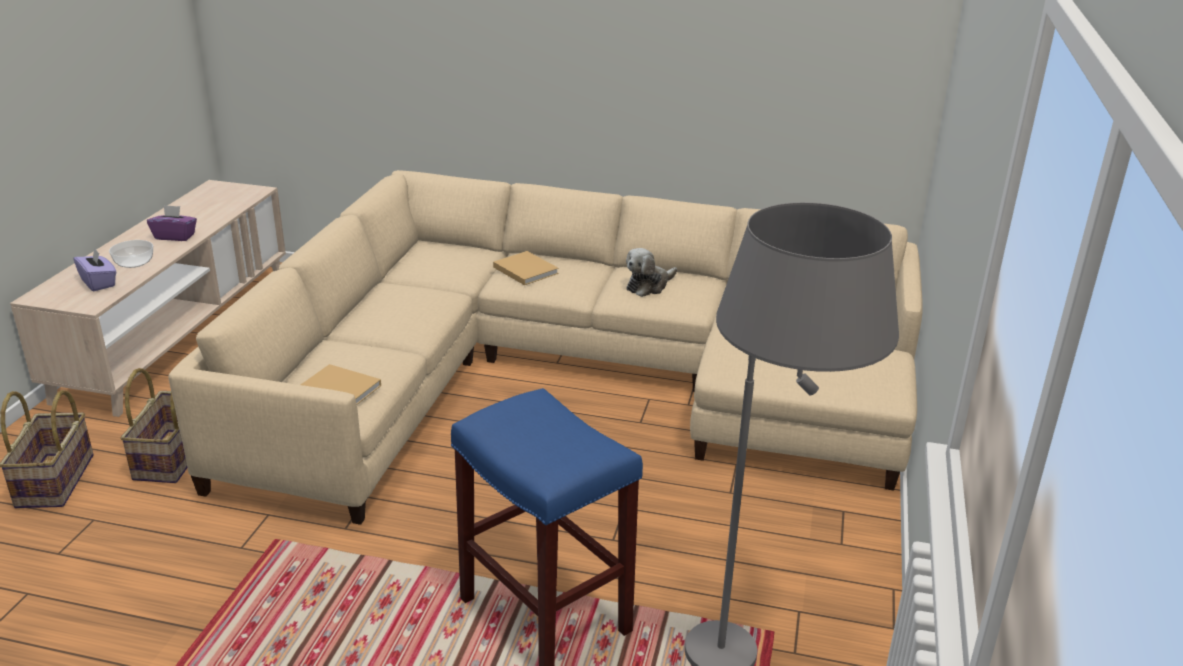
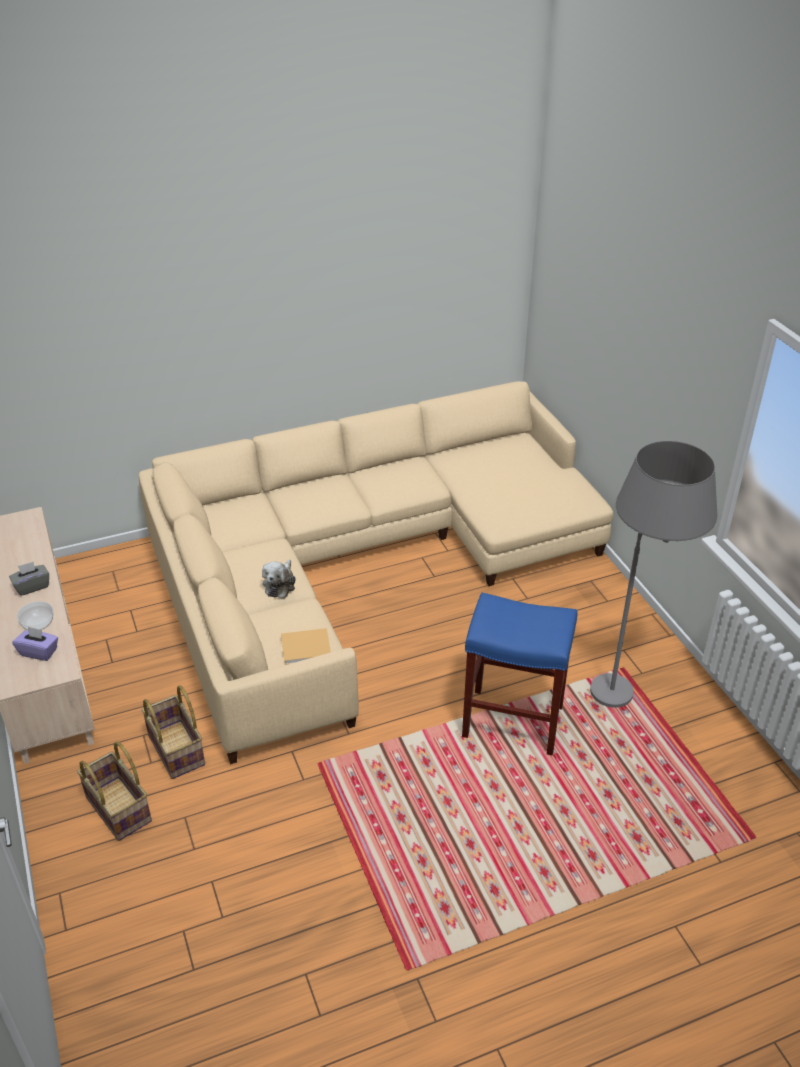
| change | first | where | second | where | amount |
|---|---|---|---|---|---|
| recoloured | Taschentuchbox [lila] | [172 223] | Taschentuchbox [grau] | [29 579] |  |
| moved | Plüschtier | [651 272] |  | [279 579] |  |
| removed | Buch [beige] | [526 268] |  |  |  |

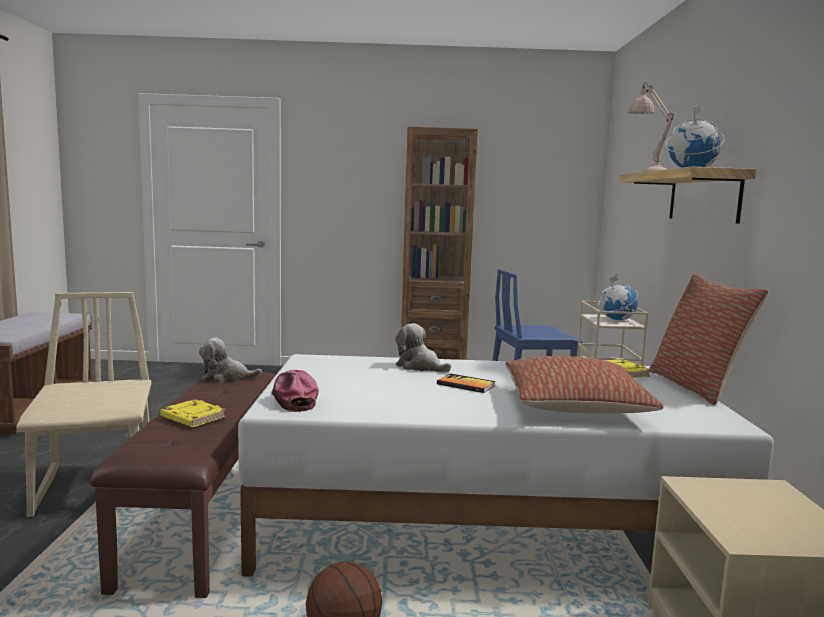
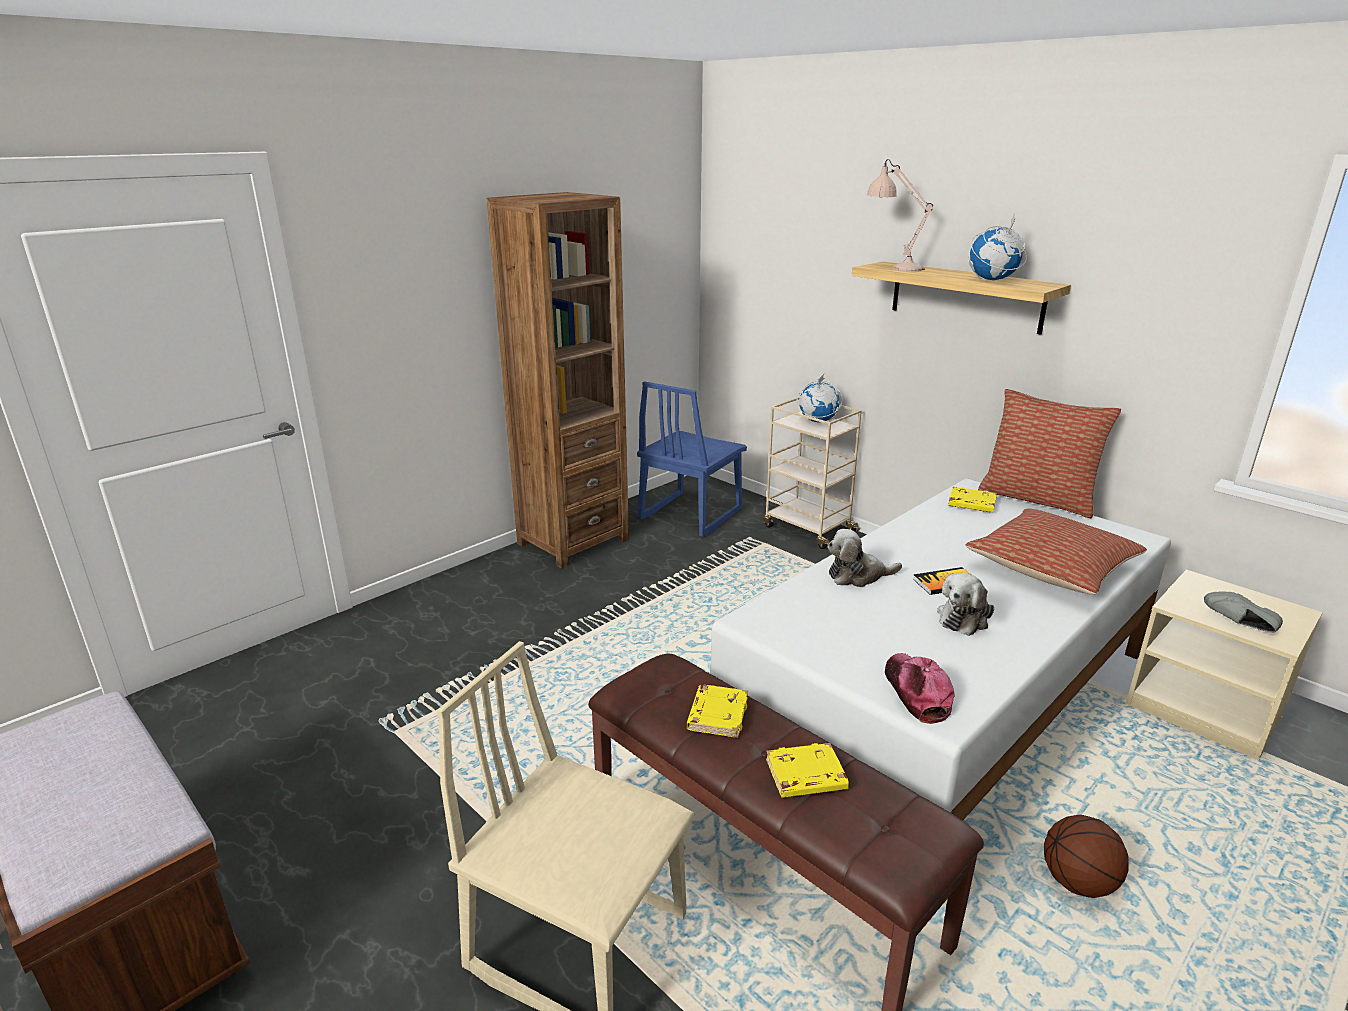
| change | first | where | second | where | amount |
|---|---|---|---|---|---|
| added |  |  | Buch [gelb] | [717 711] |  |
| turned | Kappe | [295 391] |  | [919 688] | 60 degrees clockwise |
| moved | Plüschtier | [230 360] |  | [965 604] |  |
| added |  |  | Schuh [grau] | [1243 612] |  |

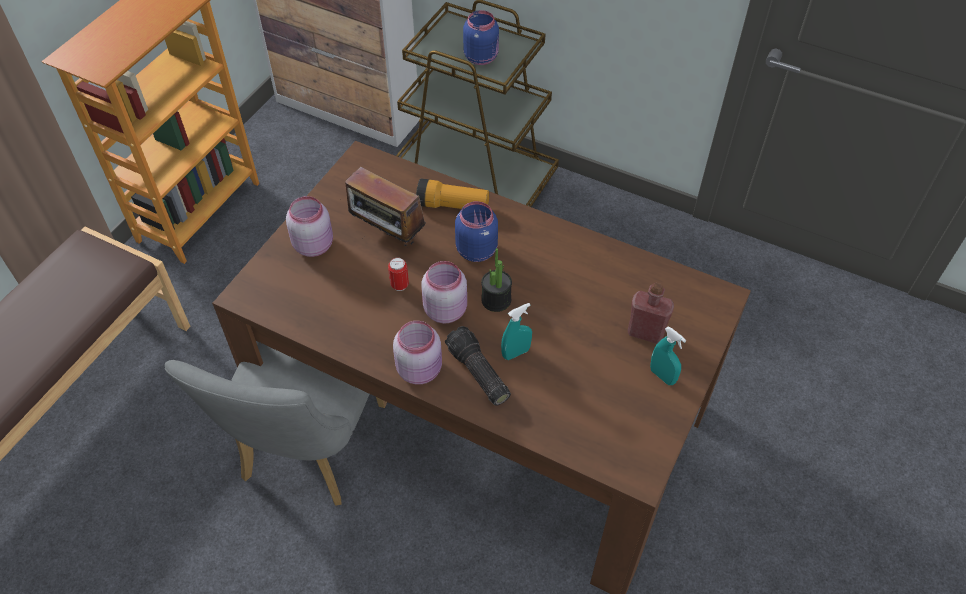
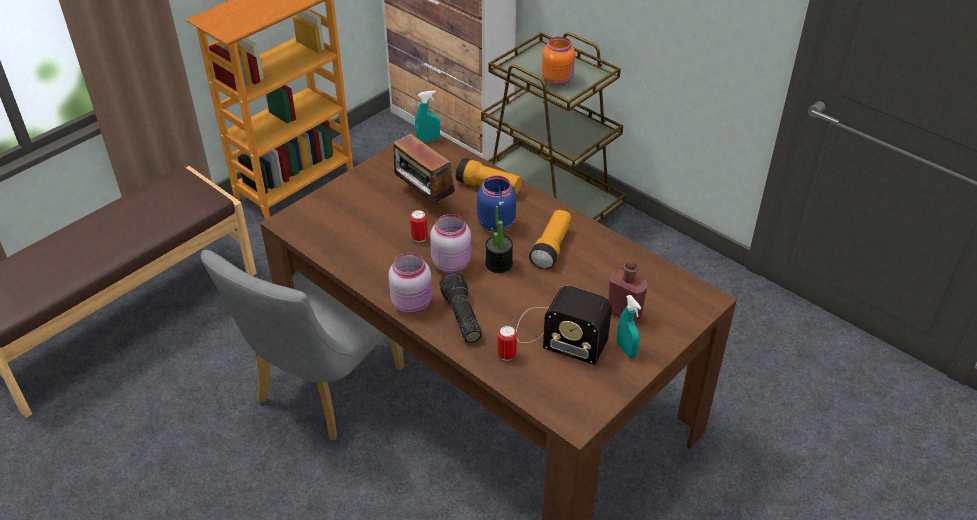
| change | first | where | second | where | amount |
|---|---|---|---|---|---|
| moved | Sprühflasche [türkis] | [516 331] |  | [427 116] |  |
| added |  |  | Dose | [507 343] |  |
| added |  |  | Radio | [564 325] |  |
| added |  |  | Taschenlampe | [550 240] |  |
| recoloured | Vorratsglas [blau] | [481 37] | Vorratsglas [orange] | [558 61] |  |
| removed | Vorratsglas [rosa] | [309 226] |  |  |  |

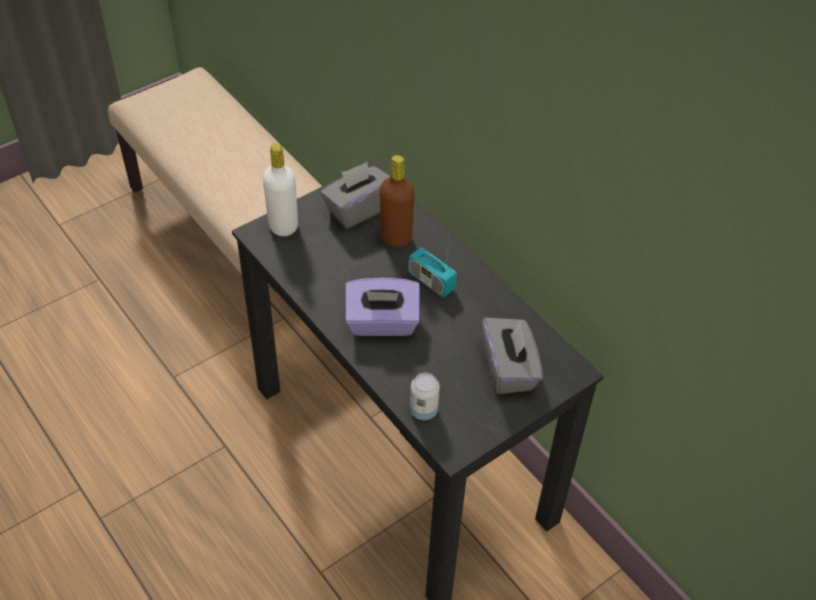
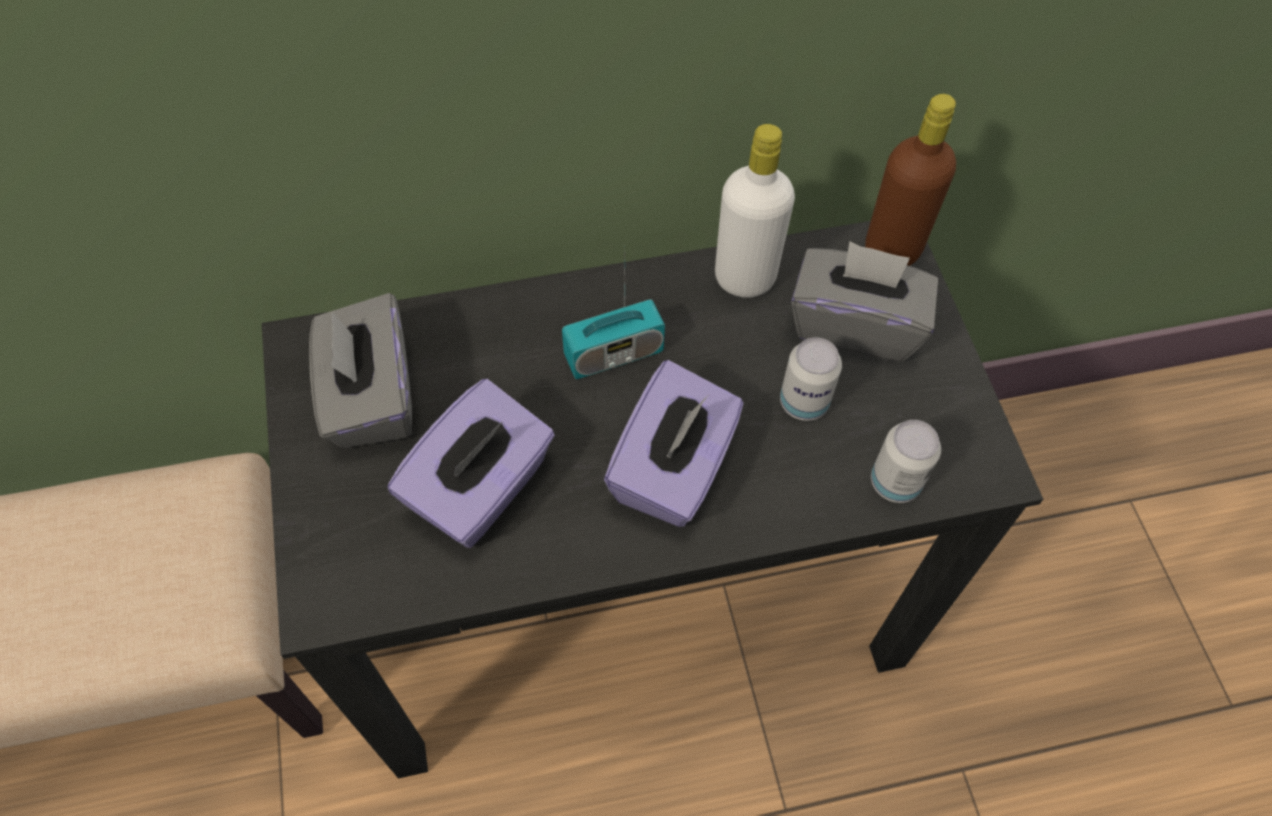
| change | first | where | second | where | amount |
|---|---|---|---|---|---|
| added |  |  | Taschentuchbox [lila] | [471 463] |  |
| moved | Flasche [weiß] | [280 189] |  | [755 211] |  |
| added |  |  | Dose | [811 379] |  |
| moved | Flasche [braun] | [397 201] |  | [910 180] |  |

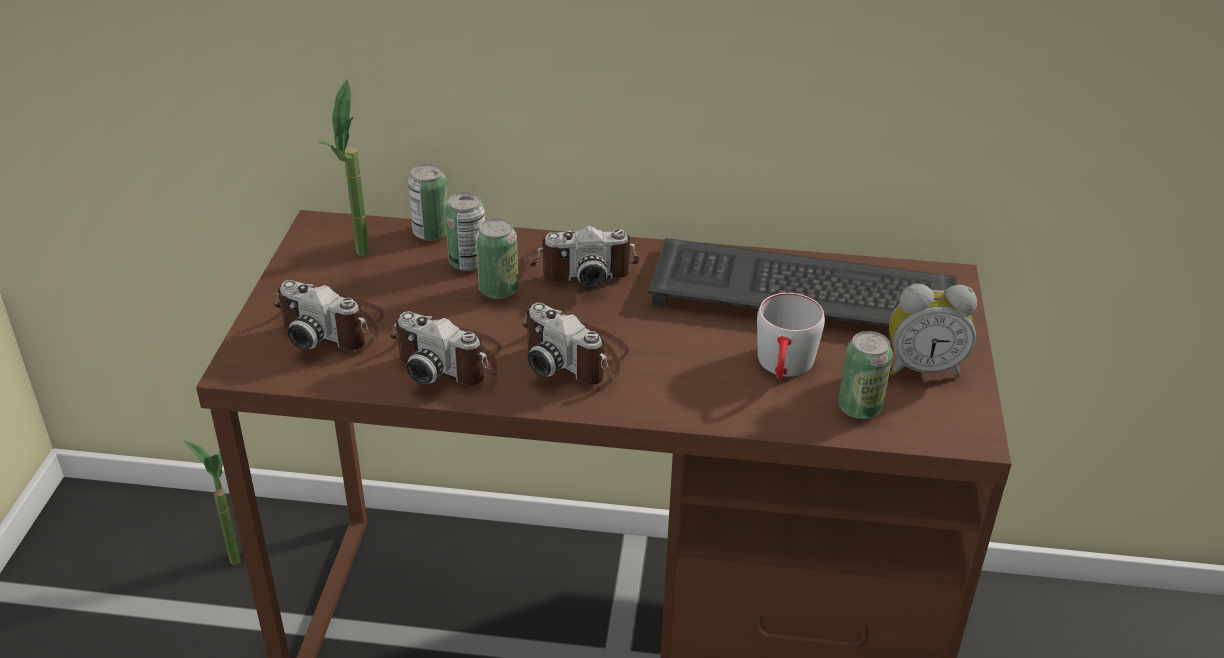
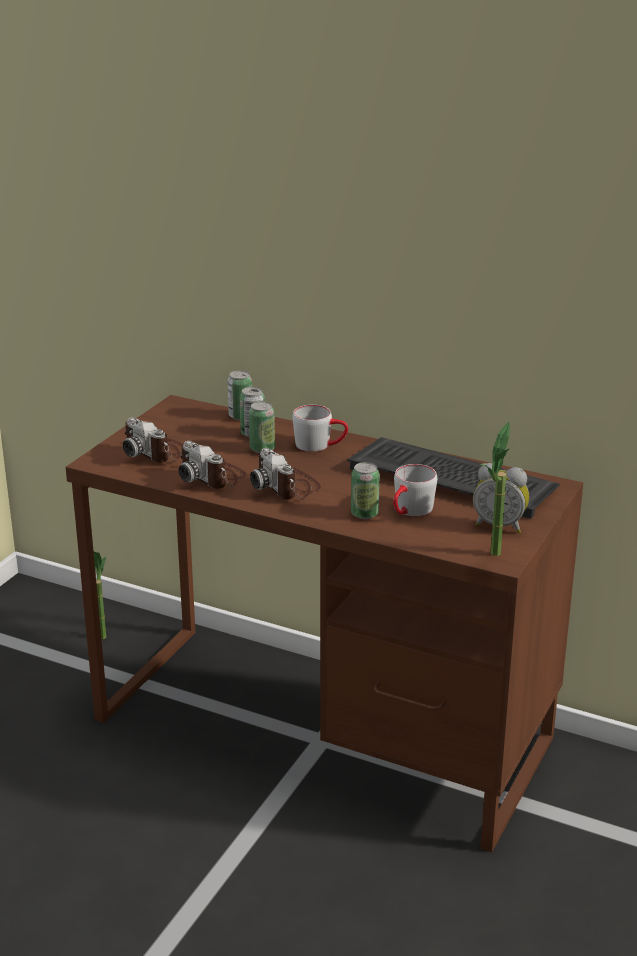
| change | first | where | second | where | amount |
|---|---|---|---|---|---|
| replaced | Kamera | [581 257] | Henkelbecher [grau] | [320 428] |  |
| moved | Dose | [865 375] |  | [365 490] |  |
| moved | Topfpflanze | [344 167] |  | [495 489] |  |

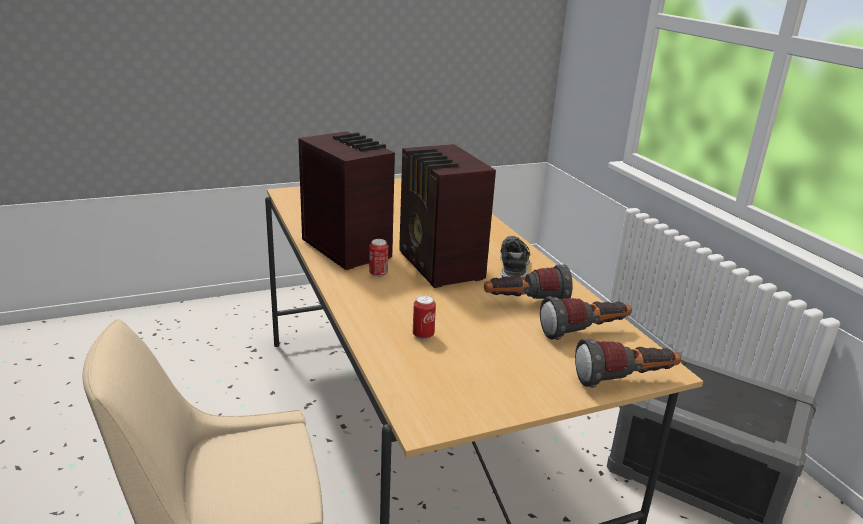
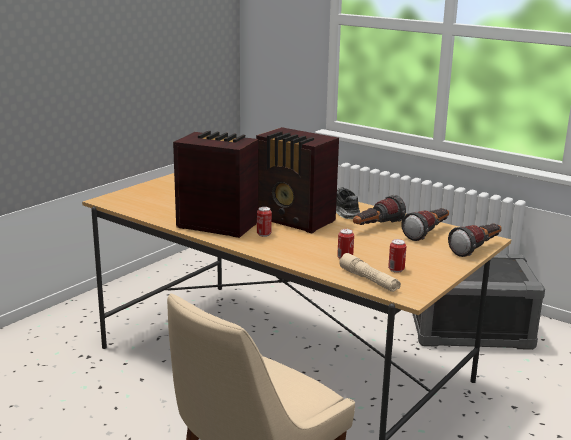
| change | first | where | second | where | amount |
|---|---|---|---|---|---|
| added |  |  | Taschenlampe [beige] | [370 272] |  |
| added |  |  | Dose | [397 256] |  |

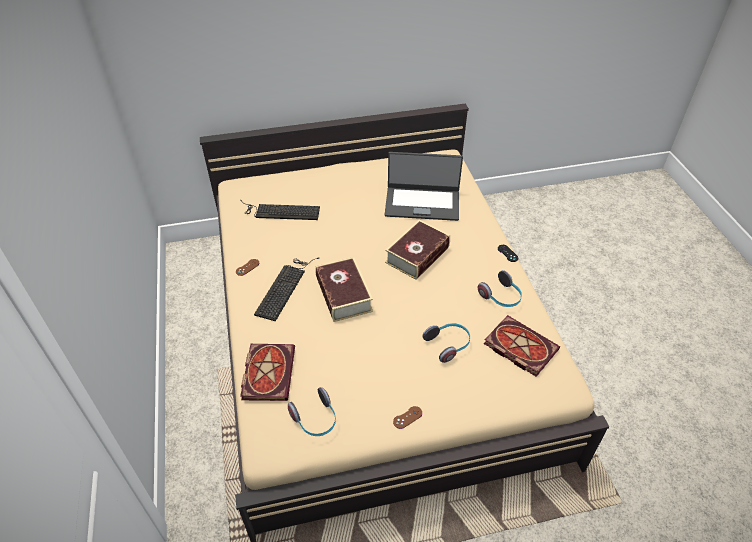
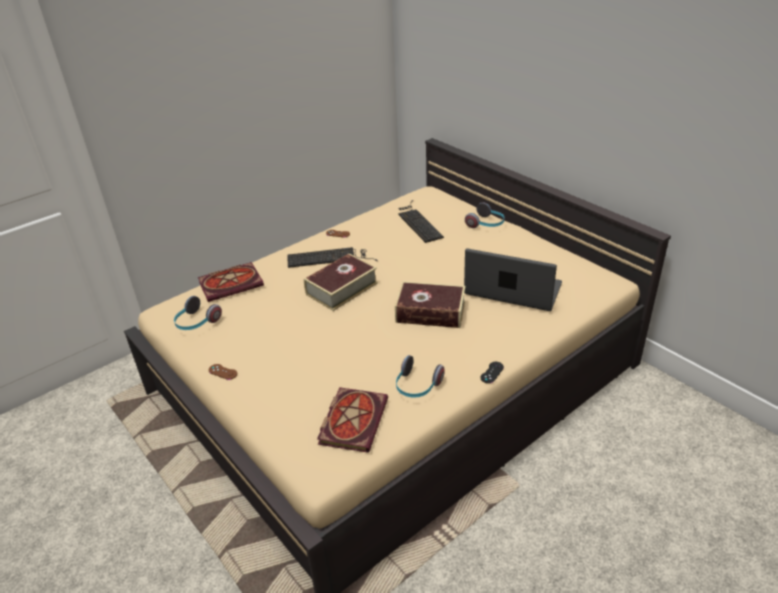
| change | first | where | second | where | amount |
|---|---|---|---|---|---|
| turned | Laptop | [424 186] |  | [513 279] | 135 degrees clockwise |
| moved | Kopfhörer | [446 343] |  | [485 215] |  |

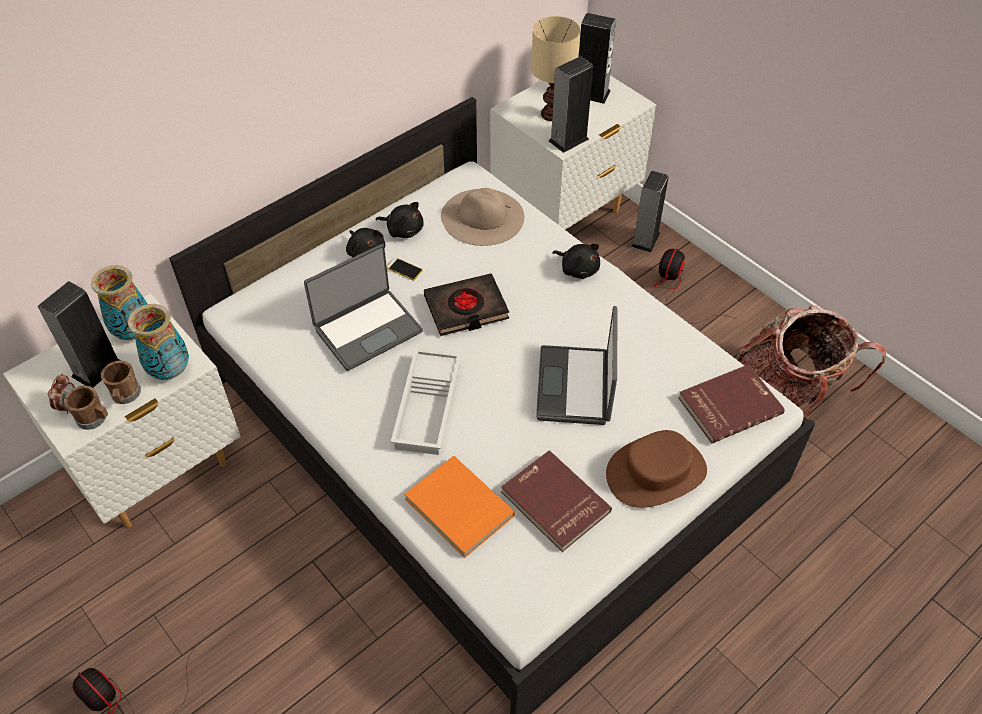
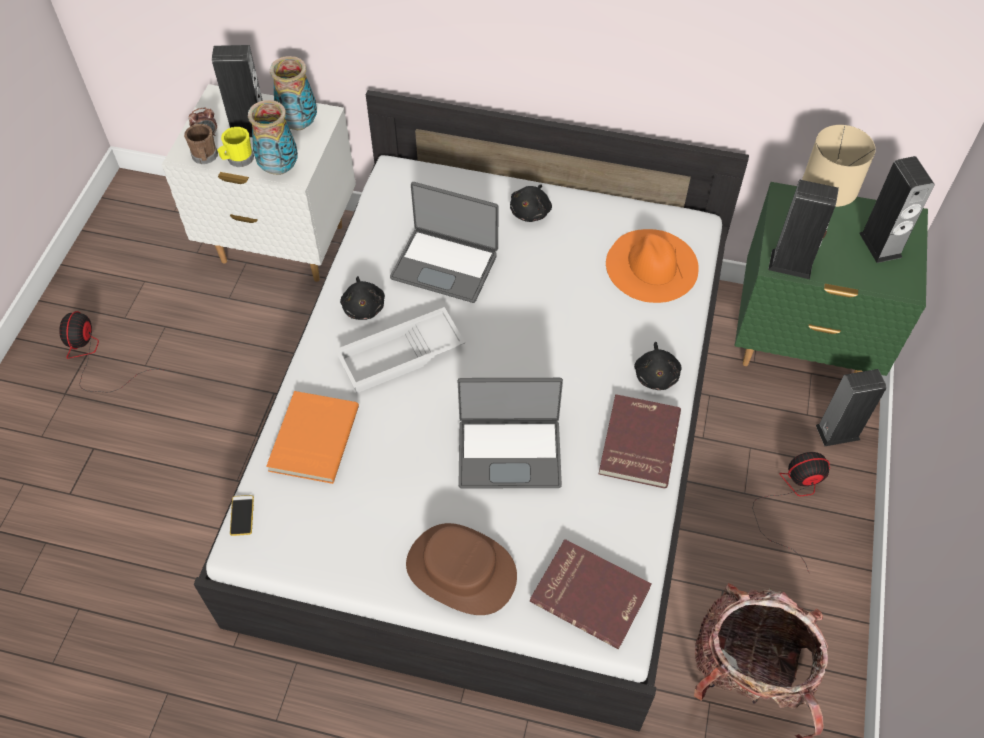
| change | first | where | second | where | amount |
|---|---|---|---|---|---|
| recoloured | Henkelbecher [braun] | [121 382] | Henkelbecher [gelb] | [236 147] |  |
| moved | Handy | [405 269] |  | [242 515] |  |
| moved | Plüschtier [schwarz] | [400 220] |  | [362 298] |  |
| turned | Laptop | [577 365] |  | [510 433] | 150 degrees counterclockwise |
| moved | Buch [rot] | [556 501] |  | [640 441] |  |
| recoloured | Hut [beige] | [482 217] | Hut [orange] | [652 266] |  |
| recoloured | Nachttisch [weiß] | [573 153] | Nachttisch [grün] | [831 279] |  |
| removed | Buch [schwarz] | [466 304] |  |  |  |

